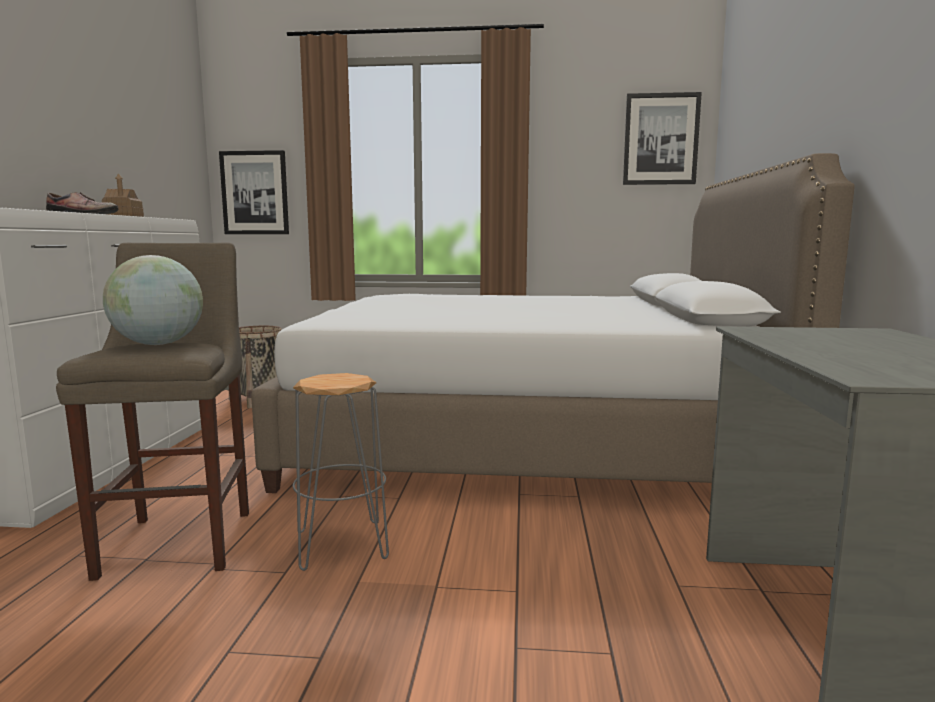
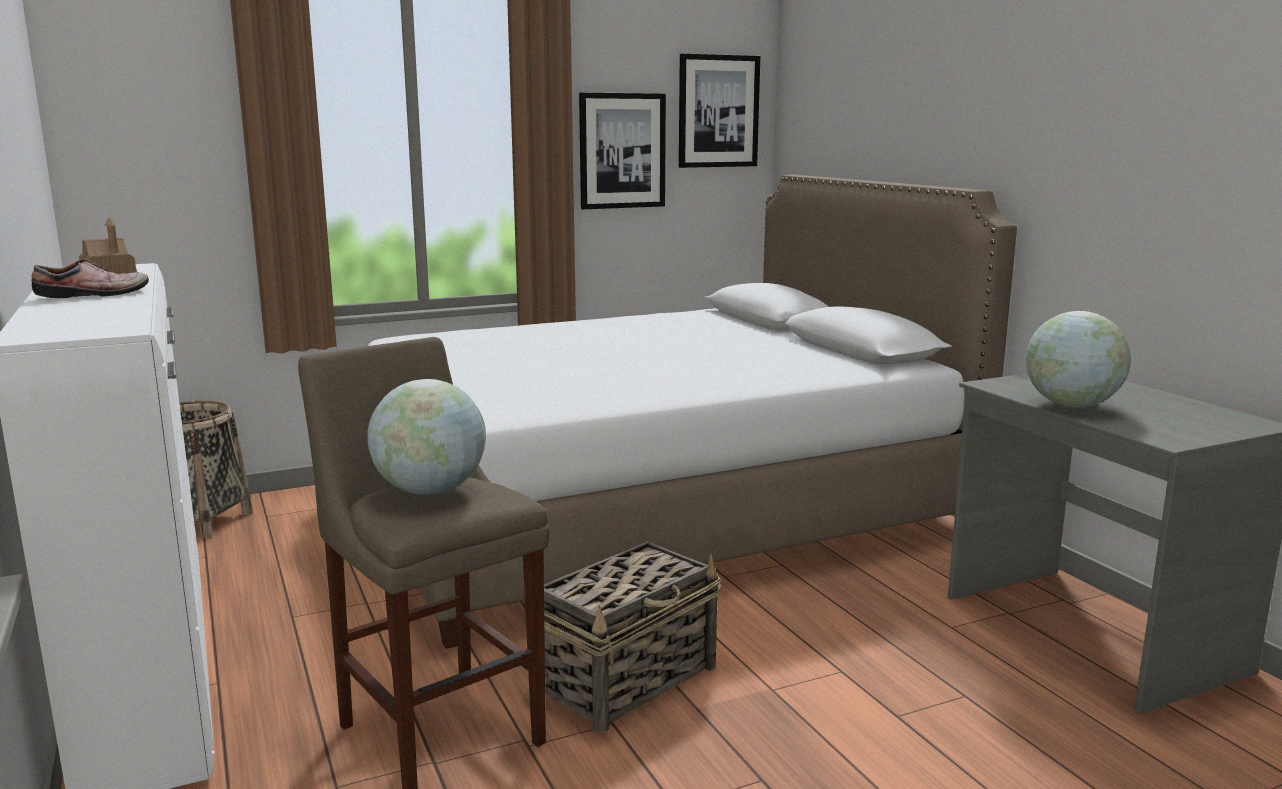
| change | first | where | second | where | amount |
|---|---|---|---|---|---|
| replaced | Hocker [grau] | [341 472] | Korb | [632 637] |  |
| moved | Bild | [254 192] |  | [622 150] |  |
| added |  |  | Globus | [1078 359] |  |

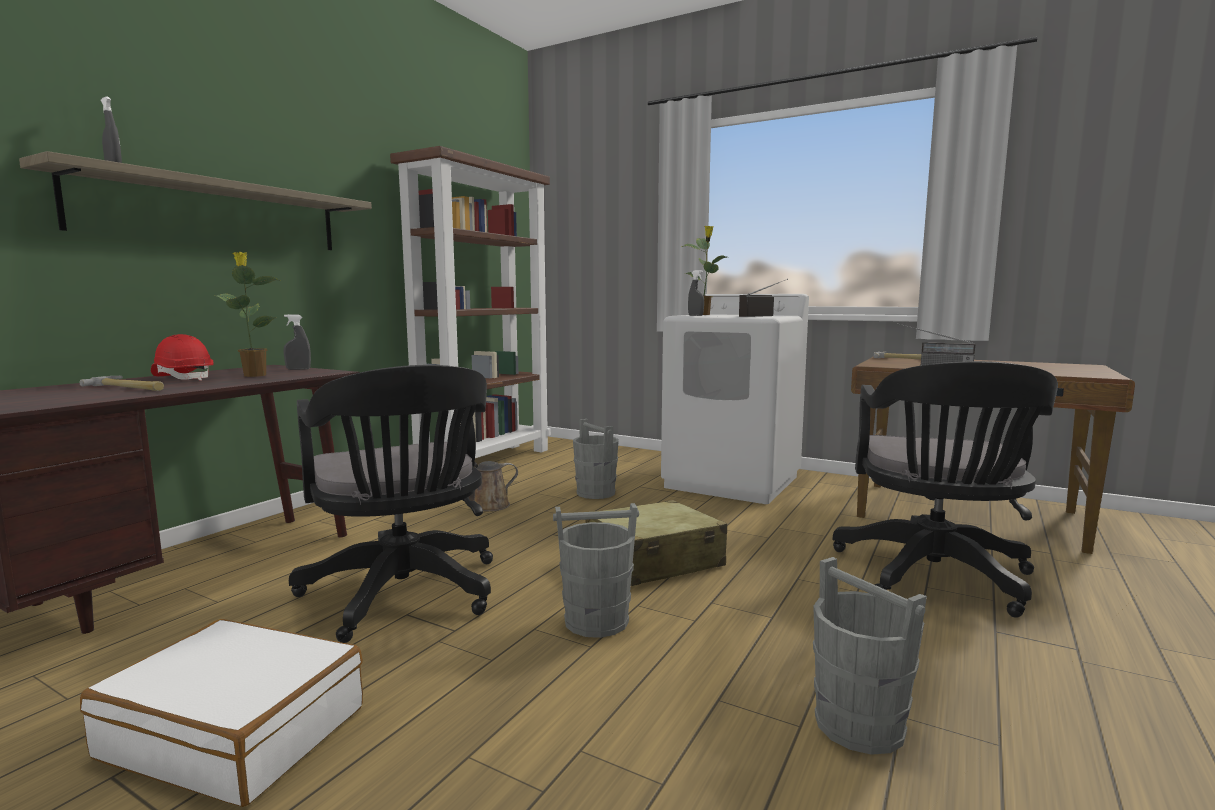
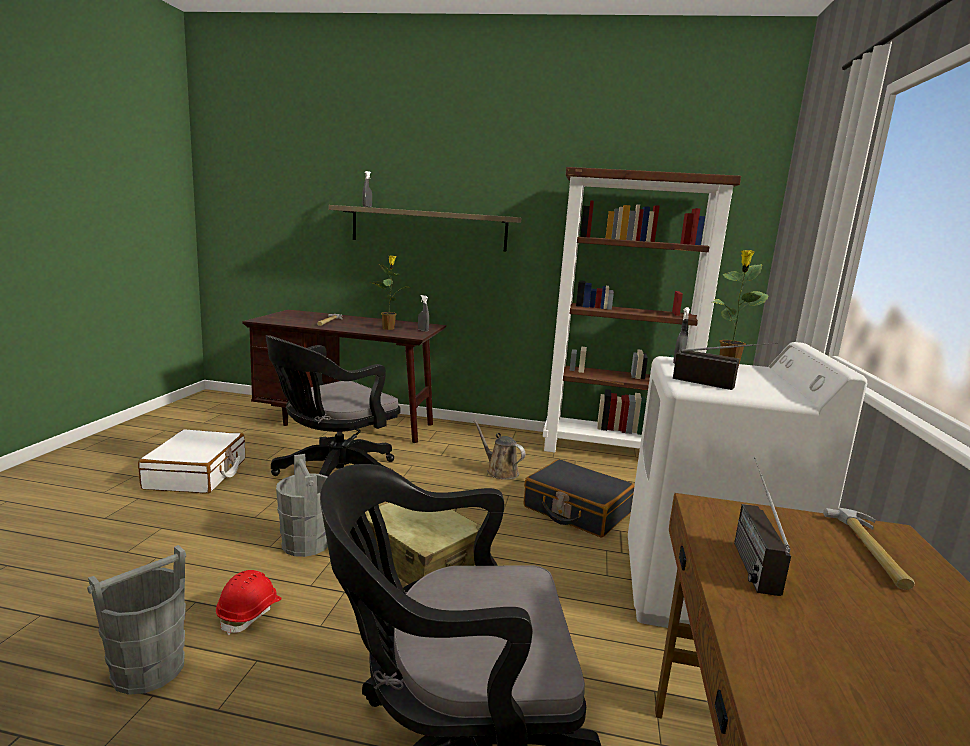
| change | first | where | second | where | amount |
|---|---|---|---|---|---|
| moved | Schutzhelm [rot] | [182 357] |  | [249 603] |  |
| replaced | Eimer [grau] | [596 459] | Koffer [schwarz] | [579 498] |  |

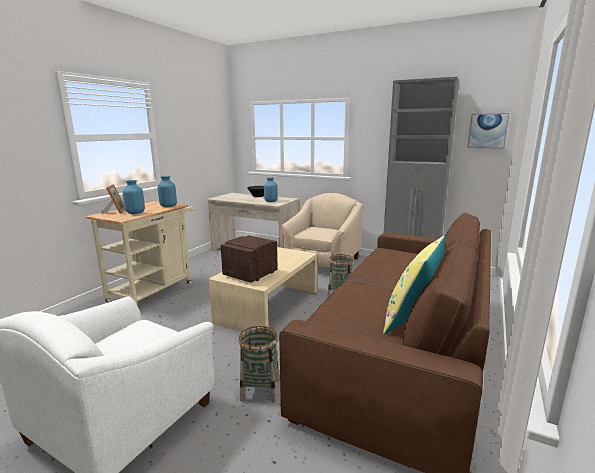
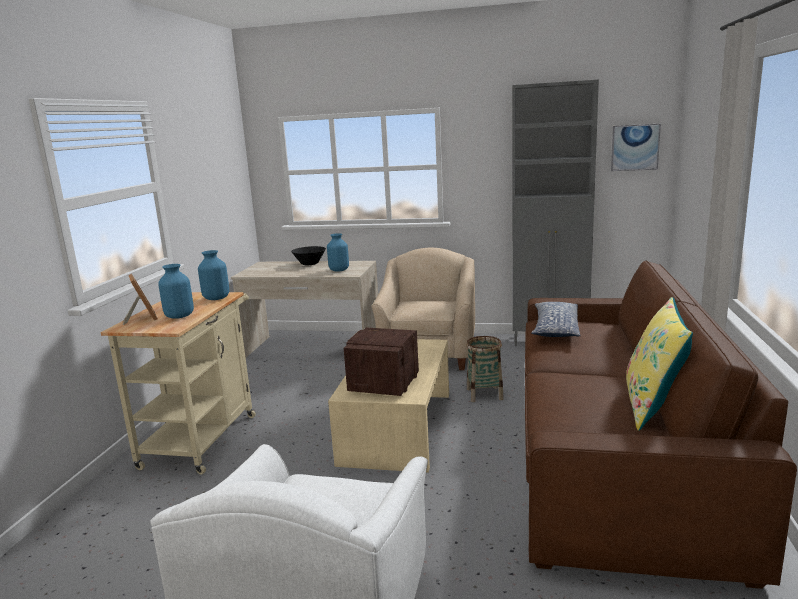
| change | first | where | second | where | amount |
|---|---|---|---|---|---|
| added |  |  | Kissen | [556 319] |  |
| removed | Korb | [258 364] |  |  |  |

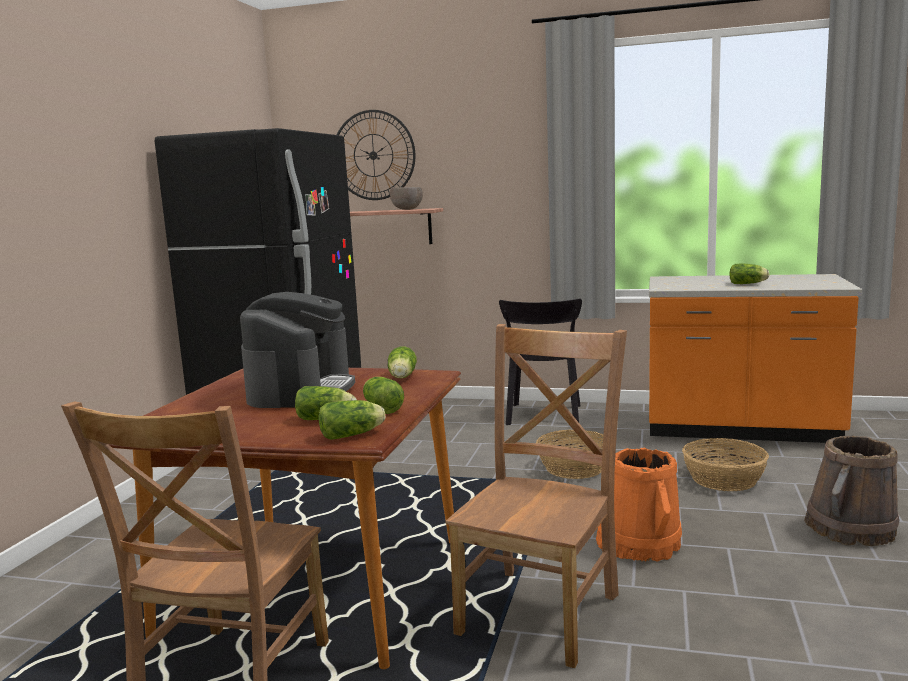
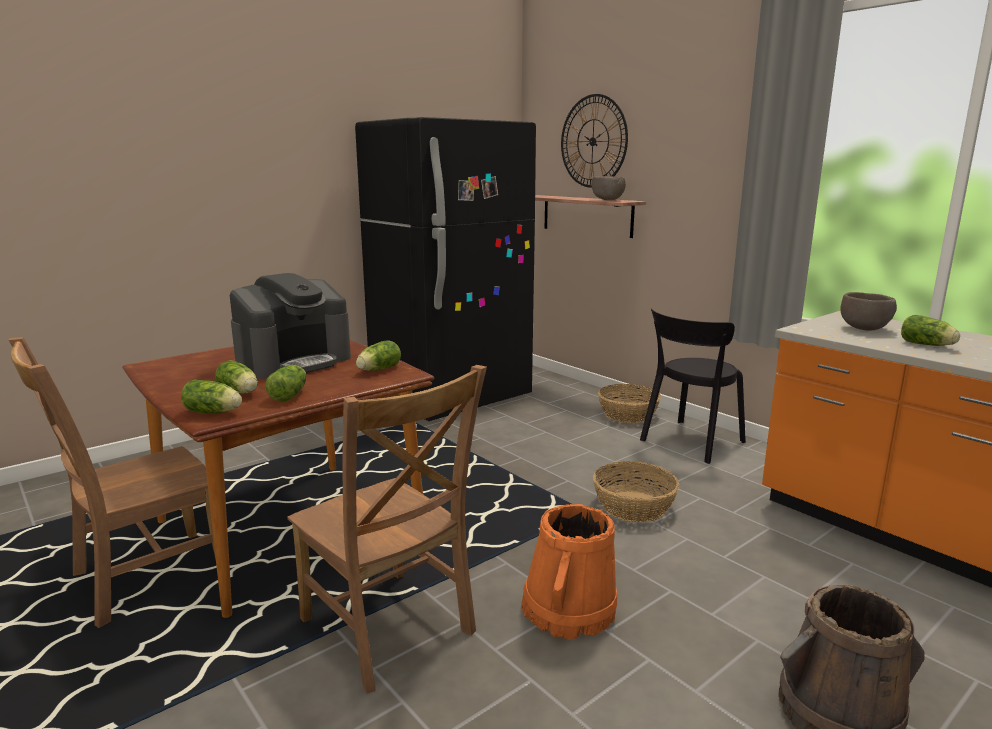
| change | first | where | second | where | amount |
|---|---|---|---|---|---|
| turned | Stuhl [braun] | [536 496] |  | [387 529] | 75 degrees clockwise |
| moved | Korb | [725 464] |  | [629 403] |  |
| added |  |  | Schüssel [braun] | [868 311] |  |

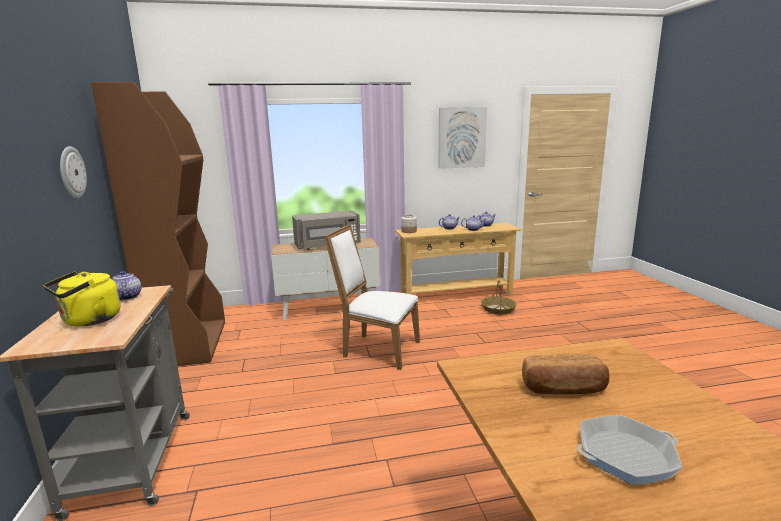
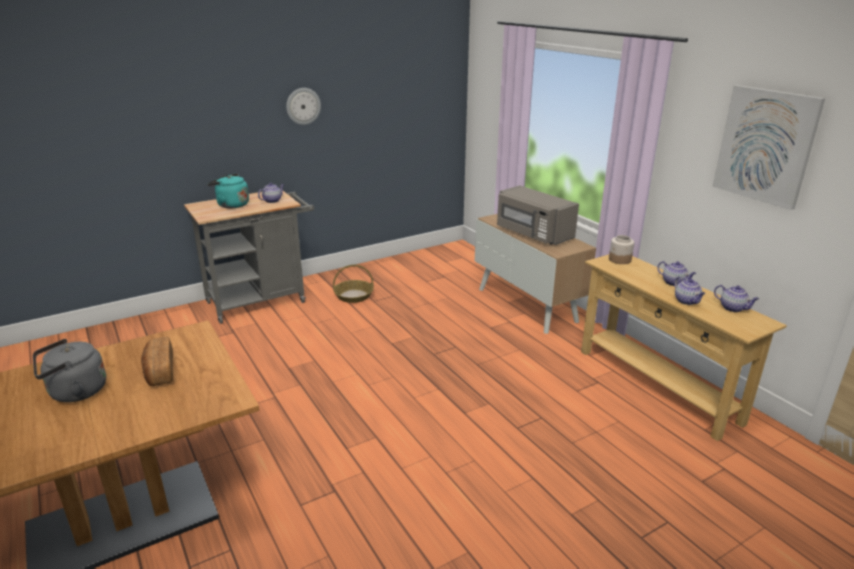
| change | first | where | second | where | amount |
|---|---|---|---|---|---|
| replaced | Pfanne | [629 450] | Wasserkessel [grau] | [69 370] |  |
| recoloured | Wasserkessel [gelb] | [82 299] | Wasserkessel [türkis] | [228 190] |  |
| moved | Korb | [499 297] |  | [353 284] |  |
| removed | Bücherregal [braun] | [158 224] |  |  |  |
| removed | Stuhl [weiß] | [372 297] |  |  |  |

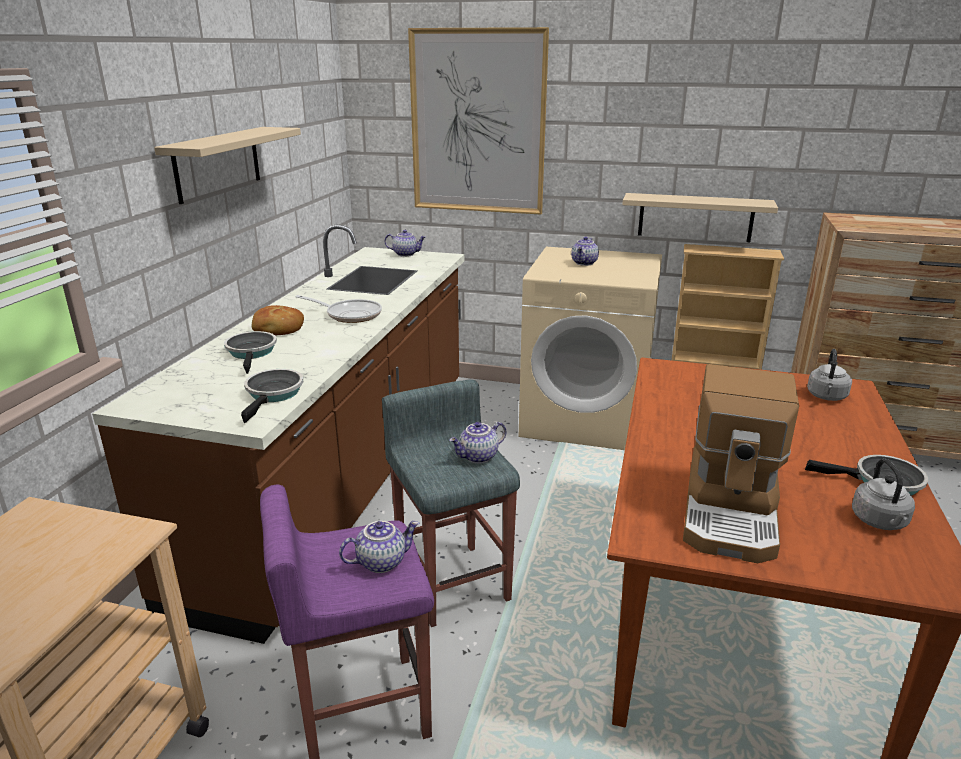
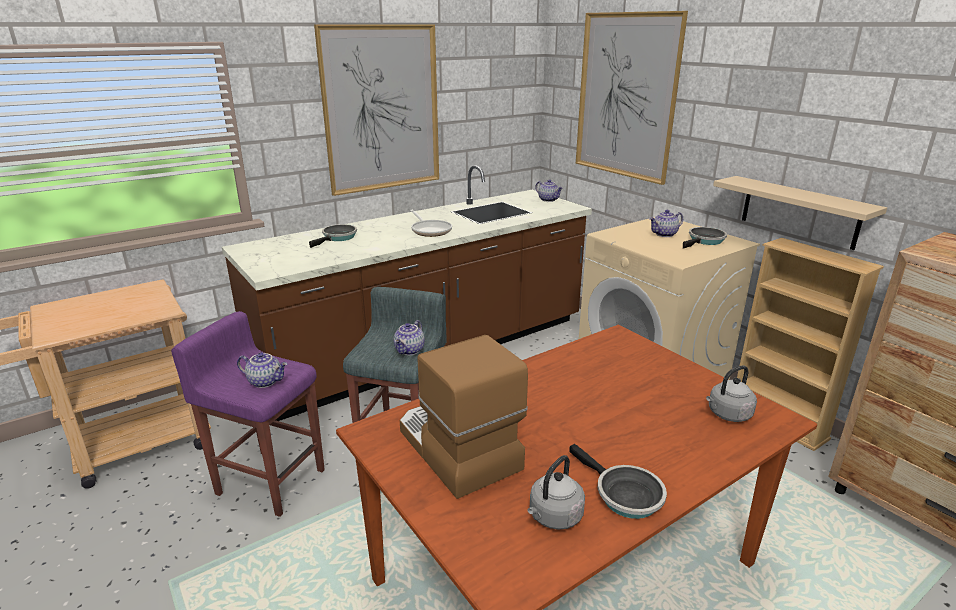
| change | first | where | second | where | amount |
|---|---|---|---|---|---|
| replaced | Wandregal [beige] | [227 165] | Bild | [376 110] |  |
| turned | Teekanne | [477 443] |  | [409 337] | 75 degrees counterclockwise |
| turned | Kaffeemaschine | [741 463] |  | [464 417] | 90 degrees clockwise |
| moved | Pfanne | [272 396] |  | [705 238] |  |
| removed | Brot | [277 320] |  |  |  |

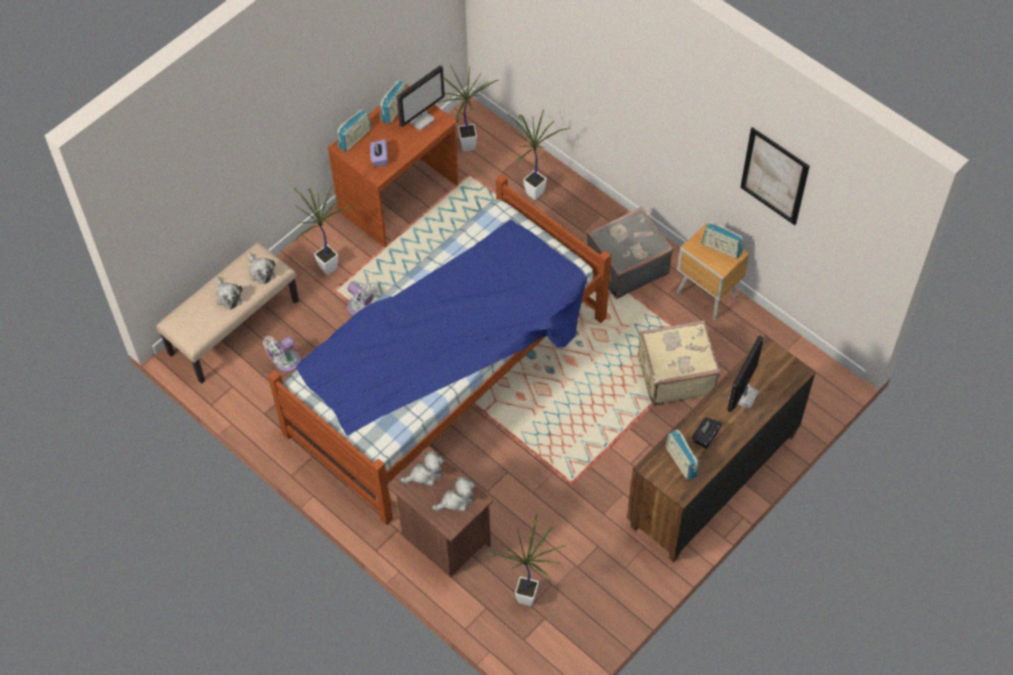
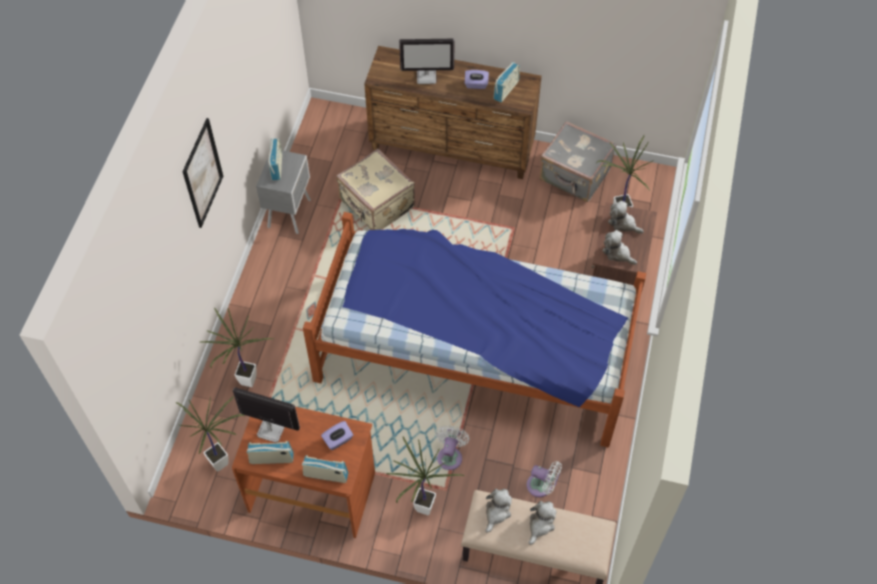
| change | first | where | second | where | amount |
|---|---|---|---|---|---|
| moved | Bild | [775 176] |  | [203 173] |  |
| recoloured | Nachttisch [braun] | [713 271] | Nachttisch [grau] | [283 192] |  |
| recoloured | Taschentuchbox [schwarz] | [706 432] | Taschentuchbox [lila] | [477 79] |  |
| moved | Koffer [grau] | [630 253] |  | [577 161] |  |

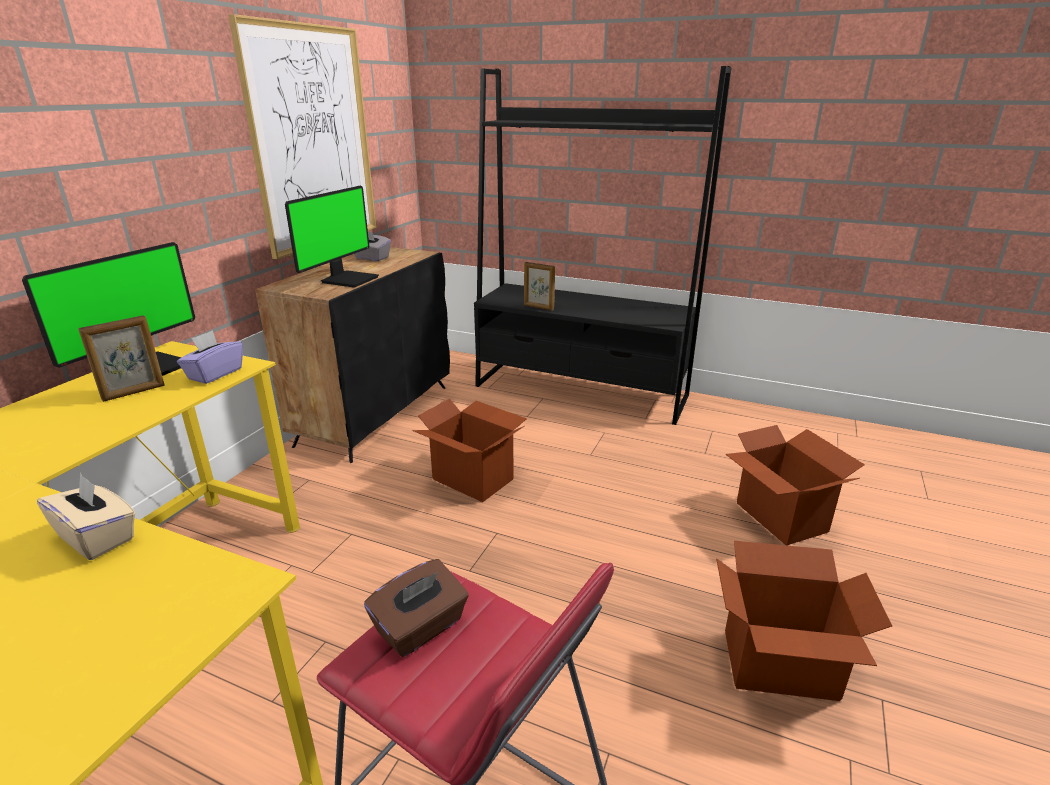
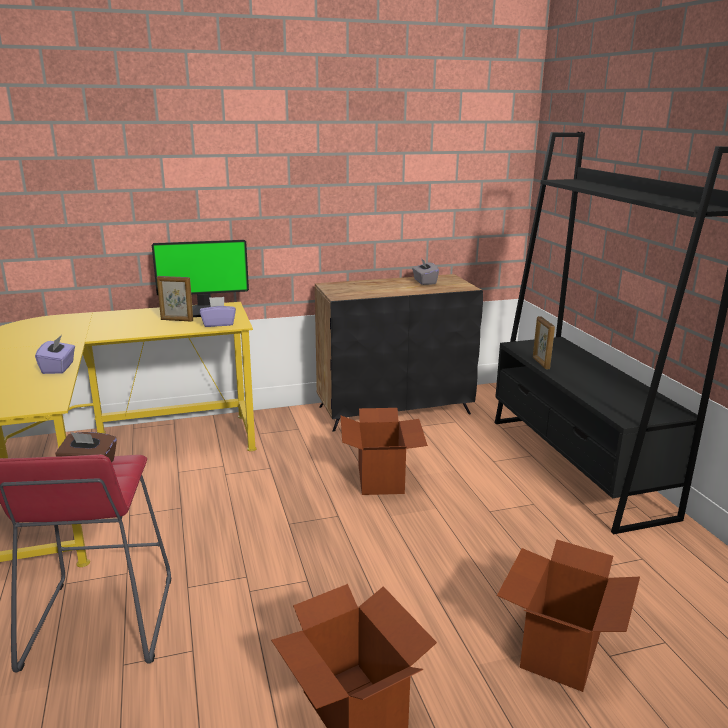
| change | first | where | second | where | amount |
|---|---|---|---|---|---|
| recoloured | Taschentuchbox [beige] | [86 516] | Taschentuchbox [lila] | [55 354] |  |
| removed | Bild | [302 136] |  |  |  |
| removed | Monitor | [332 237] |  |  |  |

